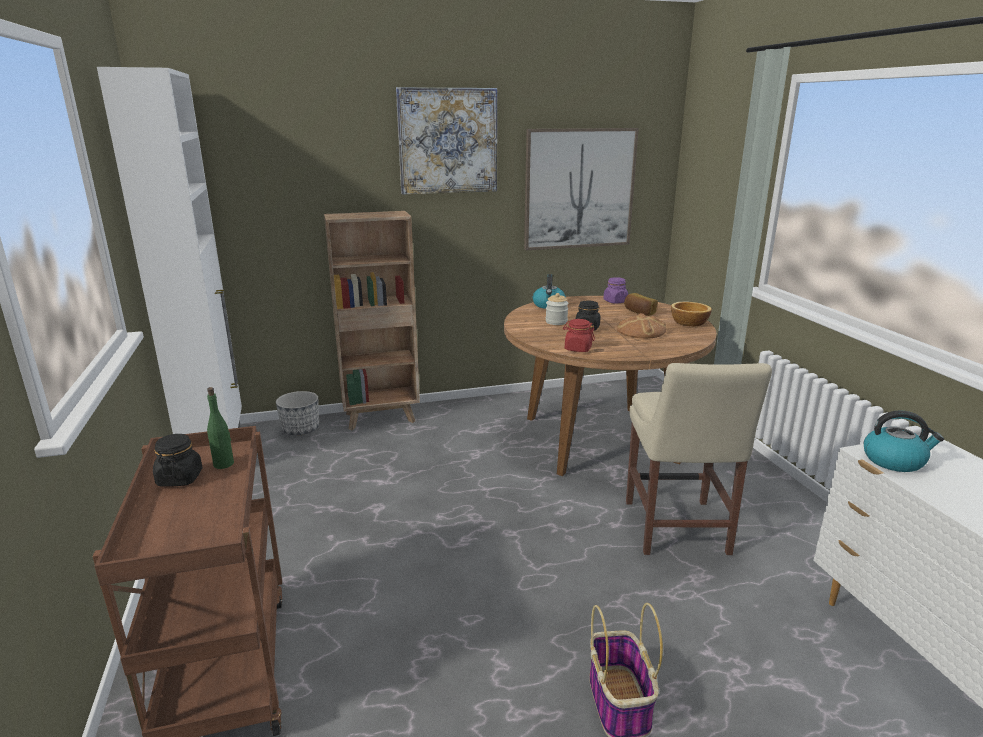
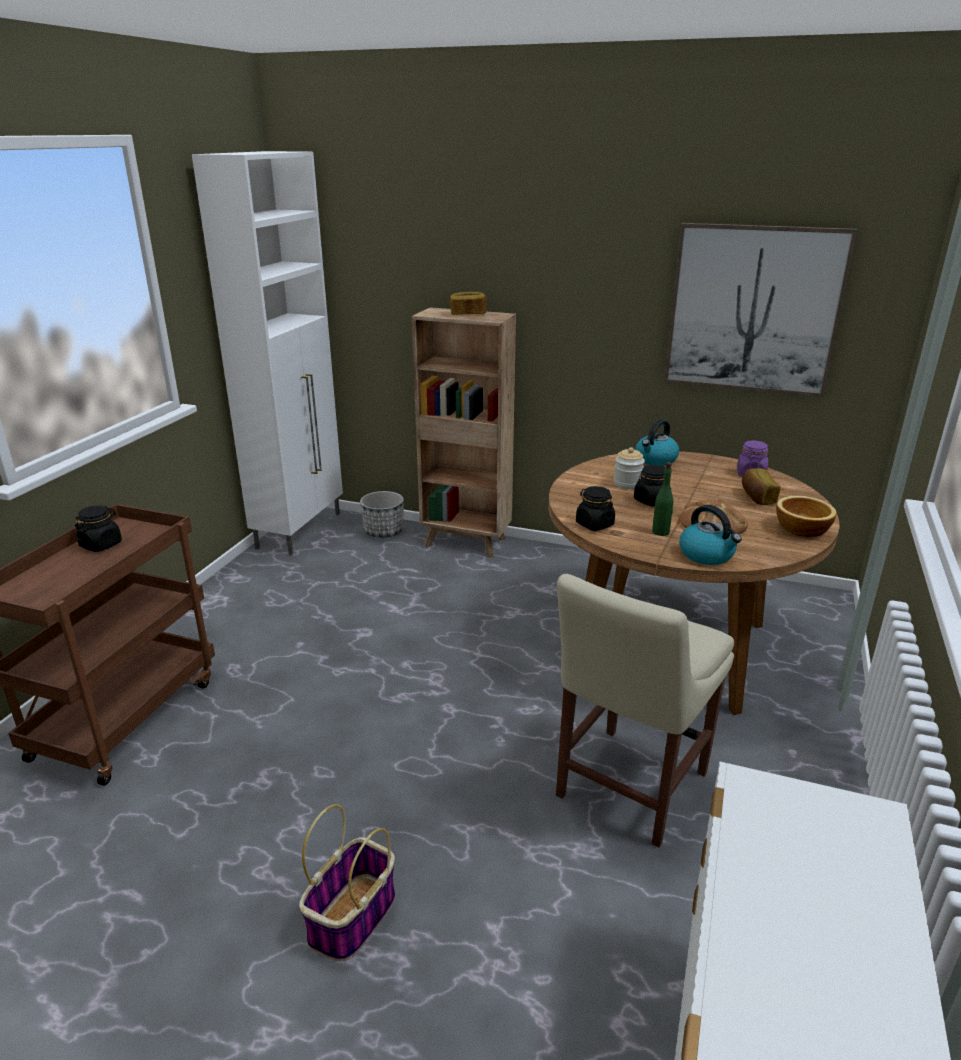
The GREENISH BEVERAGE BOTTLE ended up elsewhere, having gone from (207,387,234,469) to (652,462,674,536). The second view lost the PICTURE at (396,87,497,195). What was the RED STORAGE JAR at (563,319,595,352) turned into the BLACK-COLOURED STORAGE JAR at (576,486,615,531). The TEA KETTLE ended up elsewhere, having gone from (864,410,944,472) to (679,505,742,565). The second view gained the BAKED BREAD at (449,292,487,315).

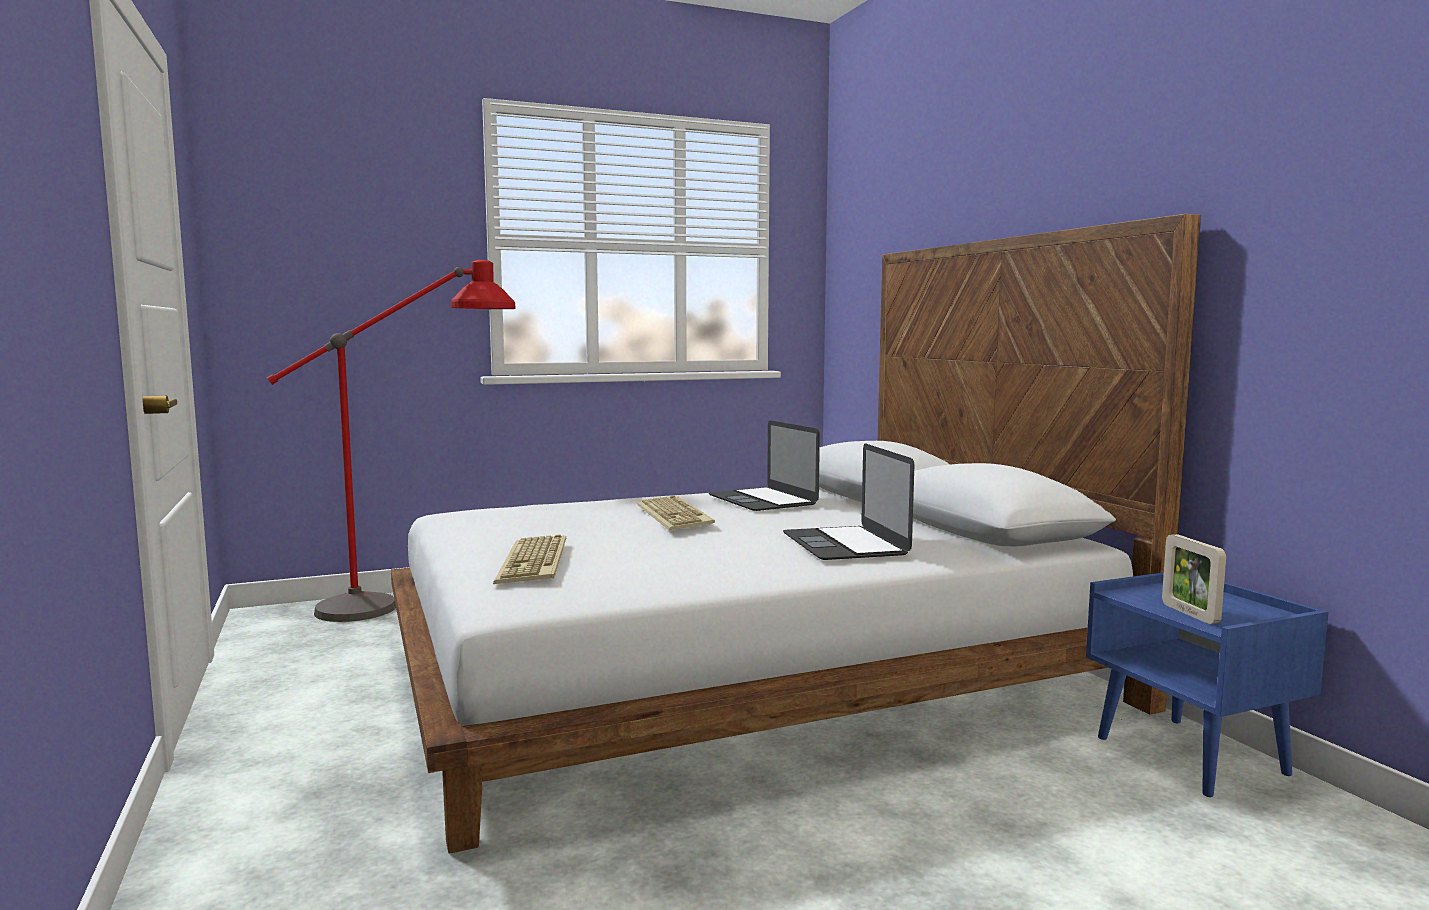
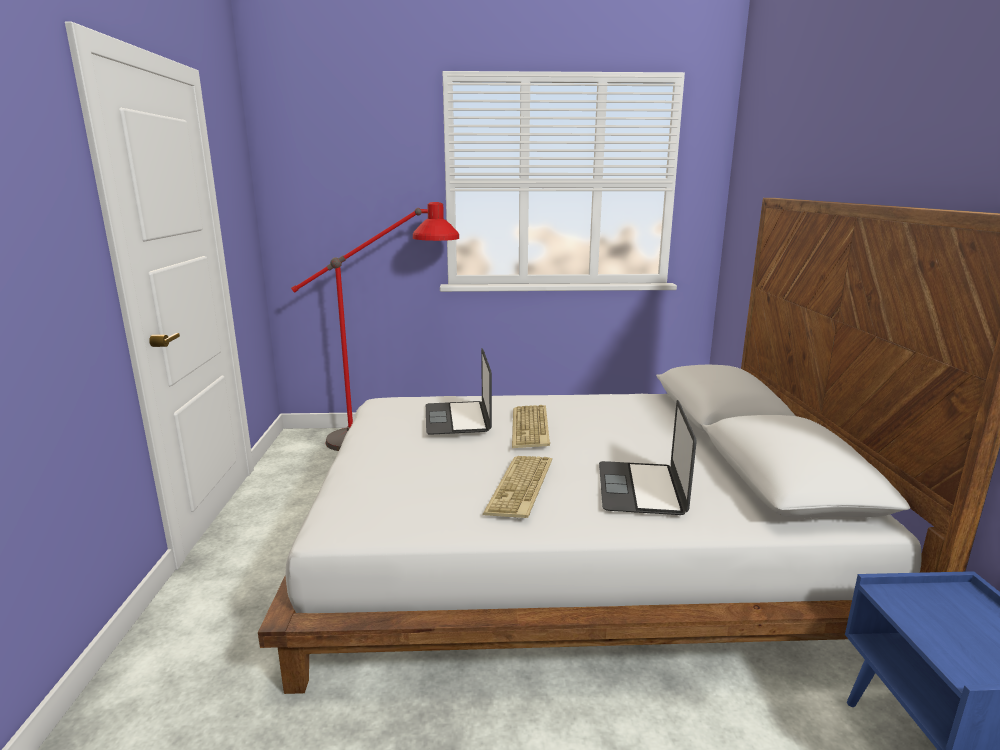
The KEYBOARD ended up elsewhere, having gone from (493,534,566,584) to (482,456,552,518). The LAPTOP ended up elsewhere, having gone from (709,420,820,511) to (426,348,492,435). The second view lost the STANDING FRAME at (1162,534,1226,624).

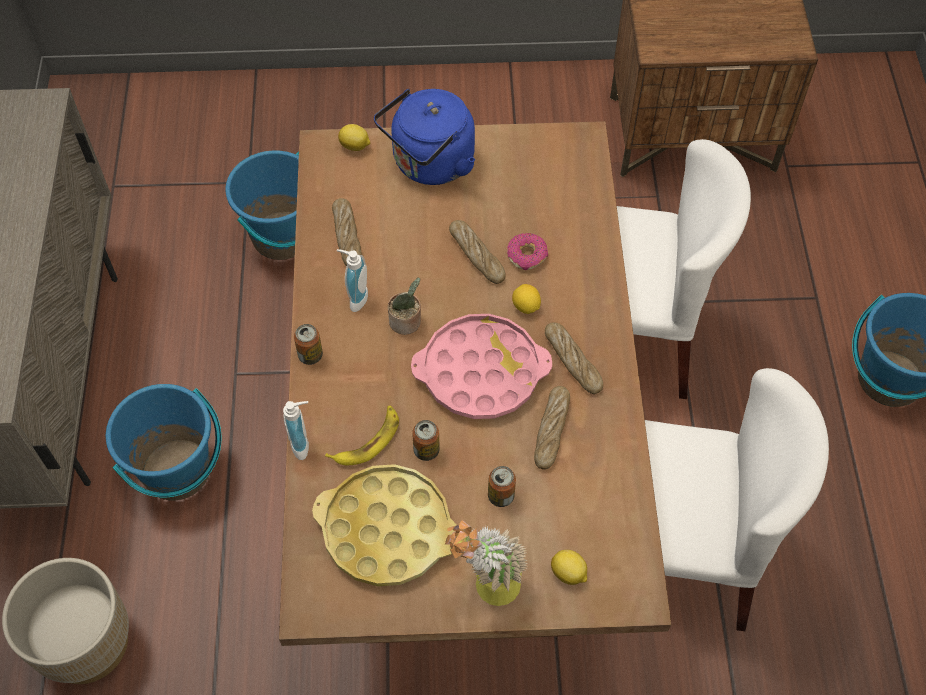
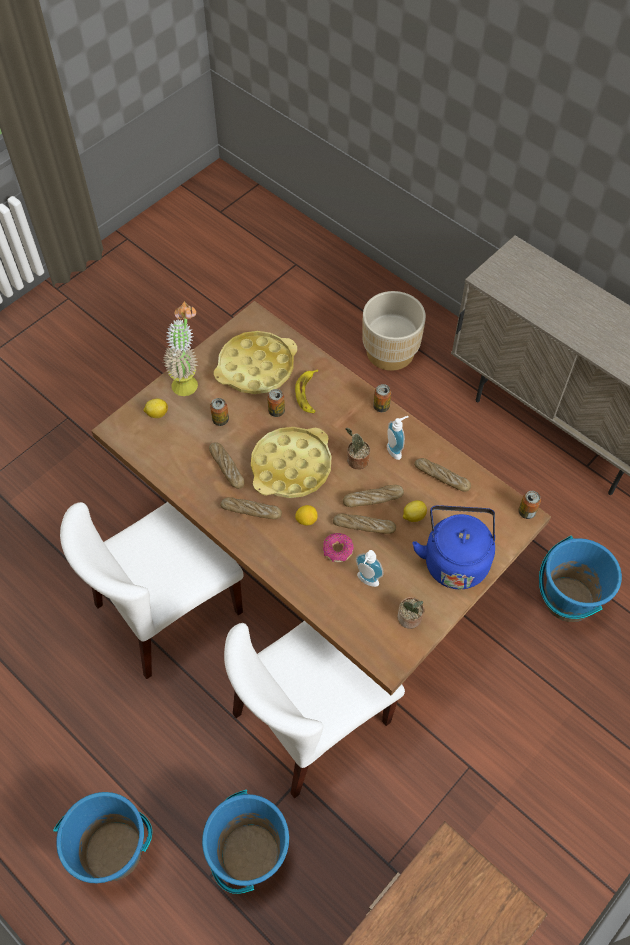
The BLUE PAIL ended up elsewhere, having gone from (106,384,221,500) to (202,790,289,894). The LIQUID SOAP BOTTLE ended up elsewhere, having gone from (283,401,309,460) to (356,550,384,587). The LEMON ended up elsewhere, having gone from (338,124,370,151) to (403,500,427,522). What was the PINK SERVING TRAY at (411,314,552,419) turned into the YELLOW SERVING TRAY at (251,427,332,498). The second view gained the BAKED BREAD at (343,485,404,507). The second view gained the HOUSEPLANT at (397,597,424,629). The second view gained the SEALED CAN at (518,491,541,519).

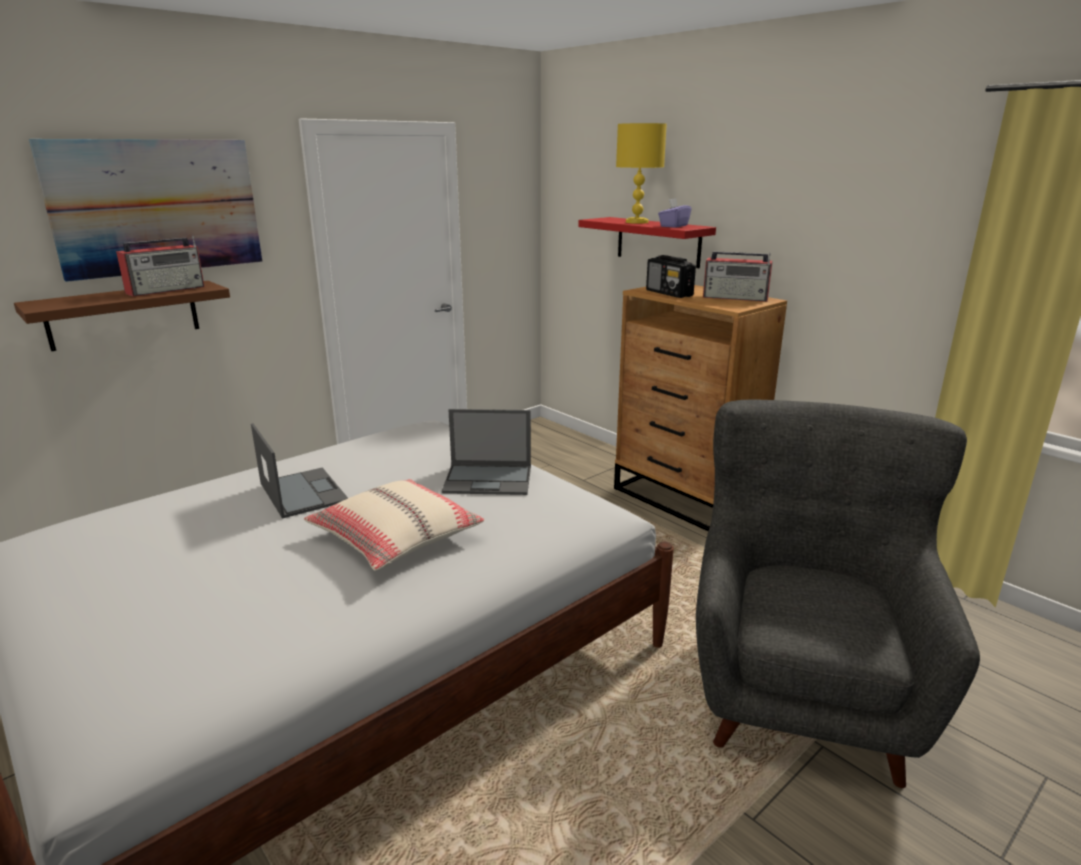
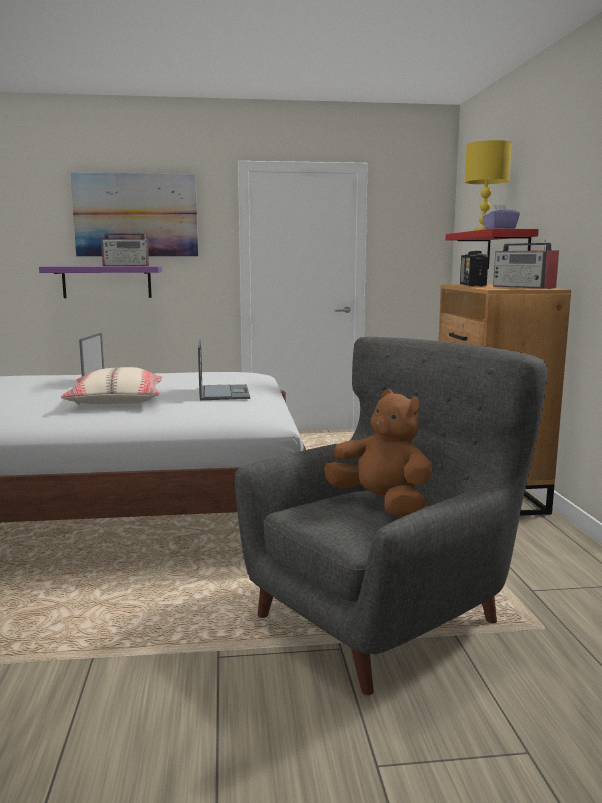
What was the BROWNISH BRACKET SHELF at (14,281,230,351) turned into the PURPLE-COLOURED BRACKET SHELF at (39,266,162,298). The LAPTOP at (442,409,531,495) ended up facing another way, 135 degrees counterclockwise from before. The second view gained the BROWNISH SOFT TOY at (324,389,433,516).

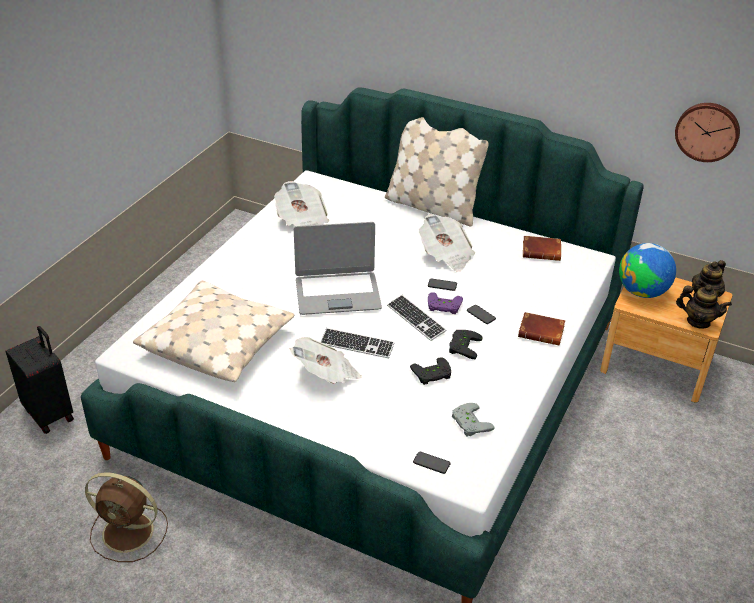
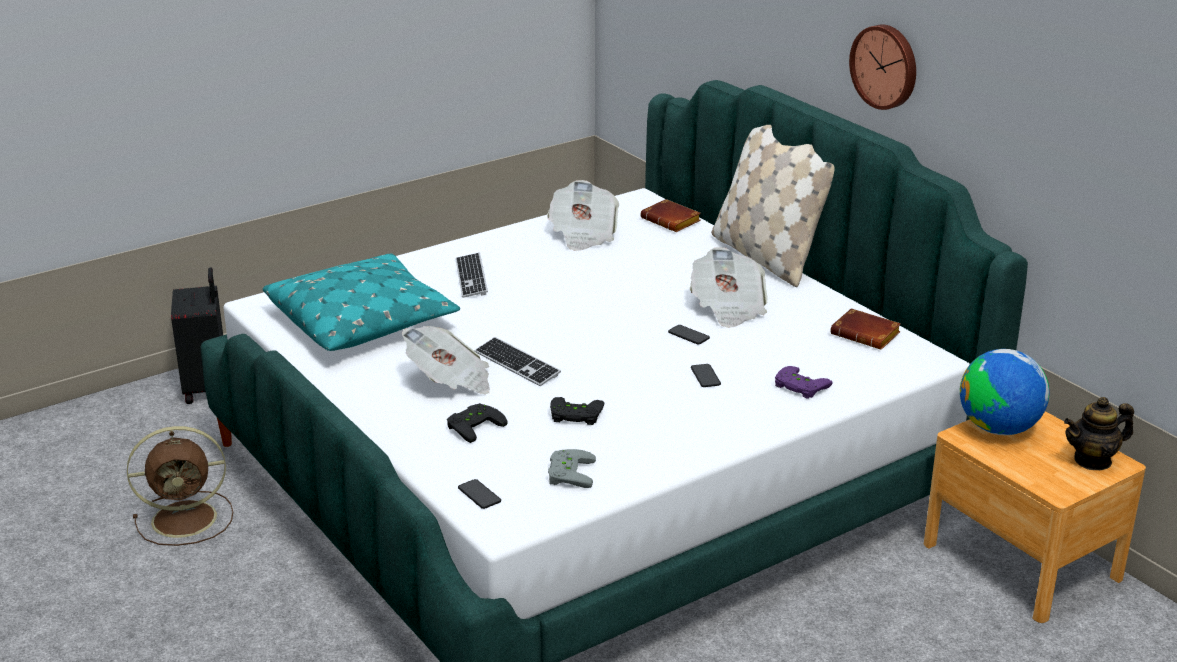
The BROWNISH COOLING FAN at (85,472,168,562) ended up facing another way, 60 degrees counterclockwise from before. What was the SAND-COLOURED PILLOW at (133,281,294,382) turned into the TURQUOISE PILLOW at (263,254,460,351). The second view lost the LAPTOP at (294,222,382,315). The KEYBOARD ended up elsewhere, having gone from (387,295,447,341) to (455,253,488,298). The PURPLE-COLOURED JOYPAD ended up elsewhere, having gone from (428,292,463,314) to (775,366,832,399). The BLACK-COLOURED JOYPAD ended up elsewhere, having gone from (449,330,483,359) to (447,403,508,443). The BROWNISH BOOK ended up elsewhere, having gone from (518,312,565,345) to (641,199,701,232). The WALL CLOCK ended up elsewhere, having gone from (675,103,740,162) to (849,25,916,110). The second view lost the TEAPOT at (676,285,732,329).

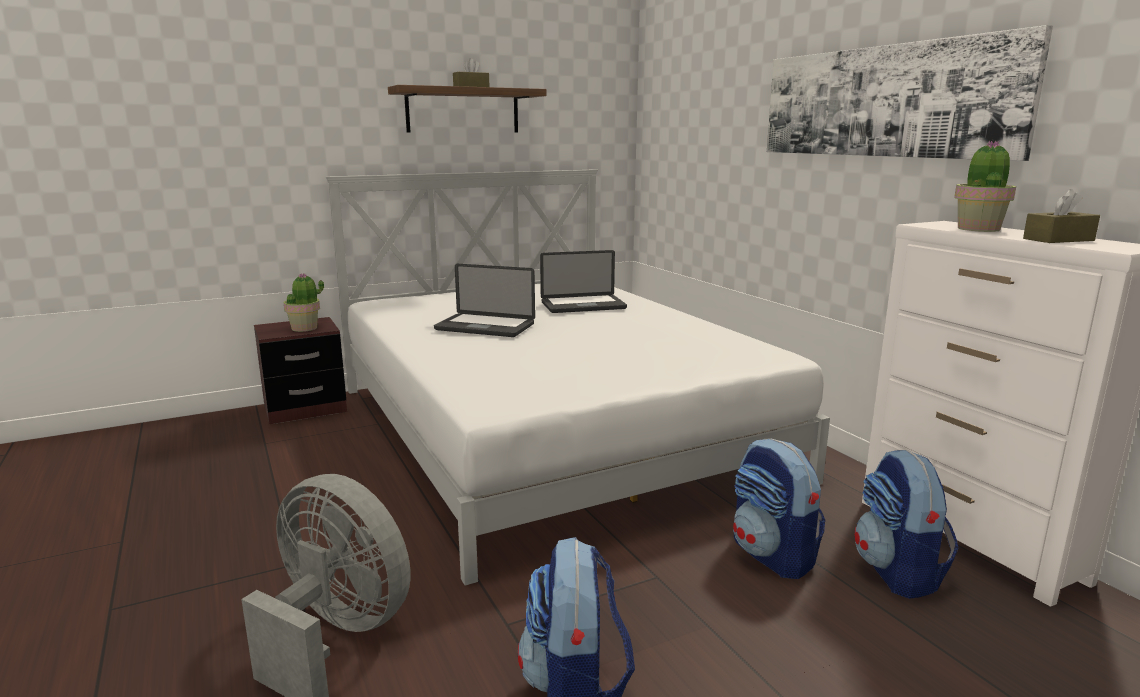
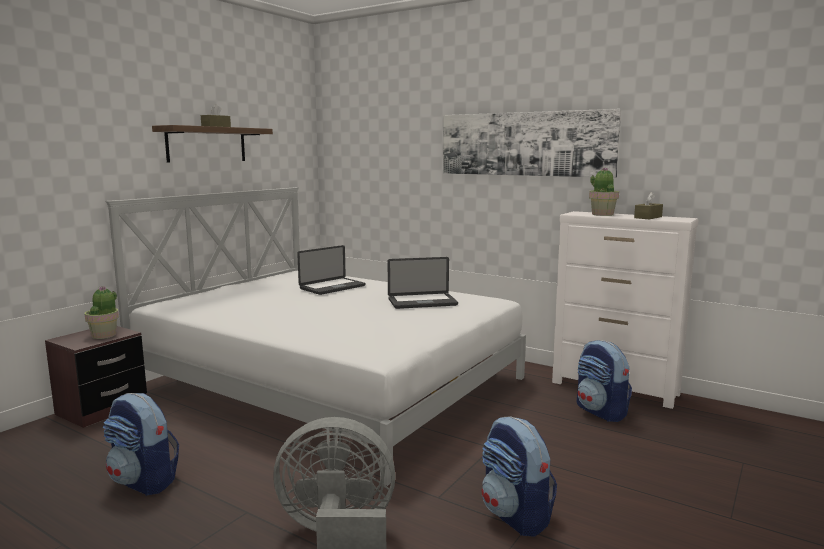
The LAPTOP ended up elsewhere, having gone from (434,264,535,337) to (388,257,458,309). The KNAPSACK ended up elsewhere, having gone from (733,438,825,579) to (102,393,179,496).

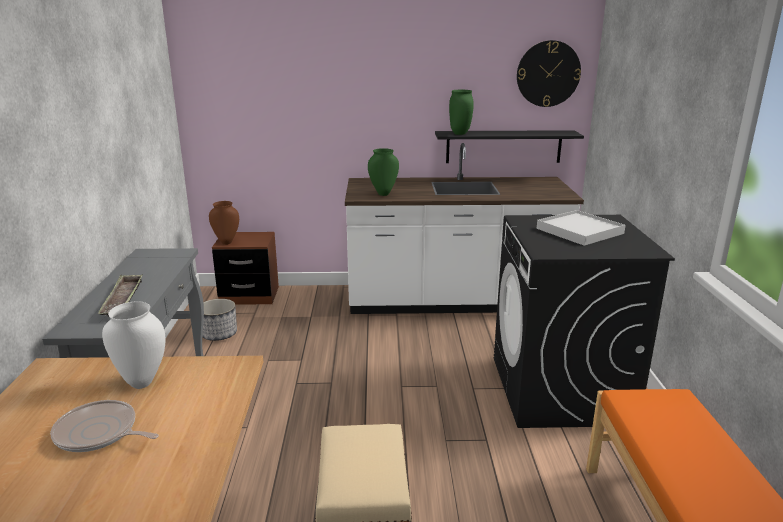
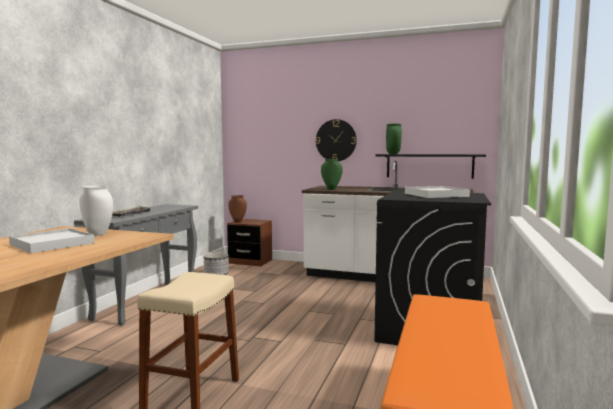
Where the FRYING PAN stood at (50,400,159,452), the WHITE SERVING TRAY came to stand at (9,228,94,253). The WALL CLOCK ended up elsewhere, having gone from (517,40,581,107) to (316,119,357,161).

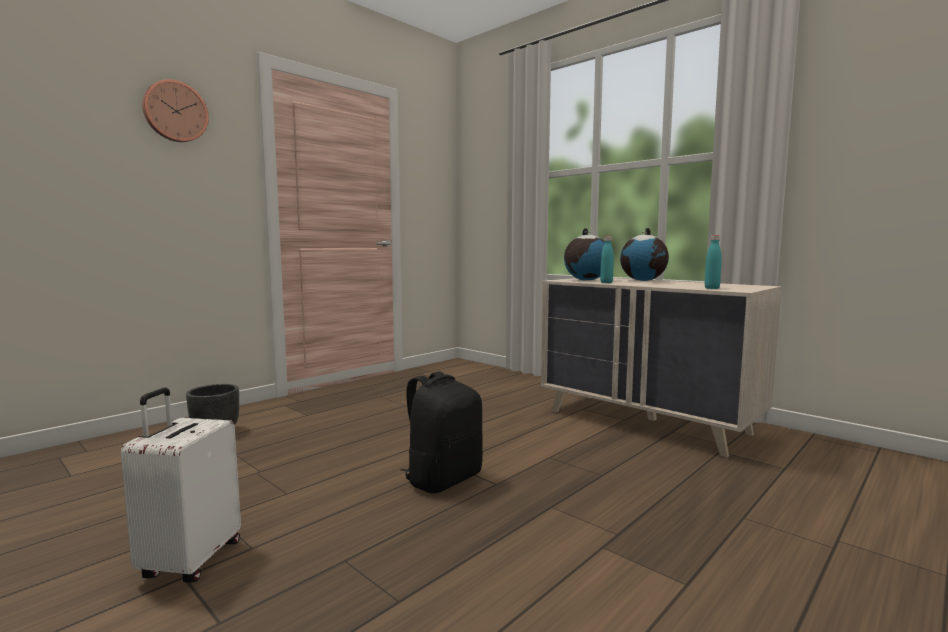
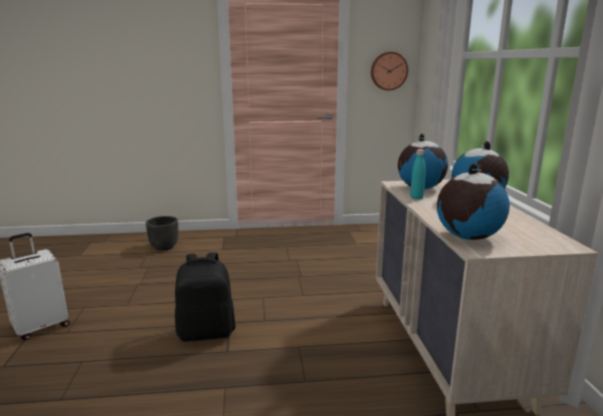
The WALL CLOCK ended up elsewhere, having gone from (142,79,209,142) to (371,52,408,91). Where the TURQUOISE BEVERAGE BOTTLE stood at (705,235,722,289), the GLOBE came to stand at (437,164,510,240).

